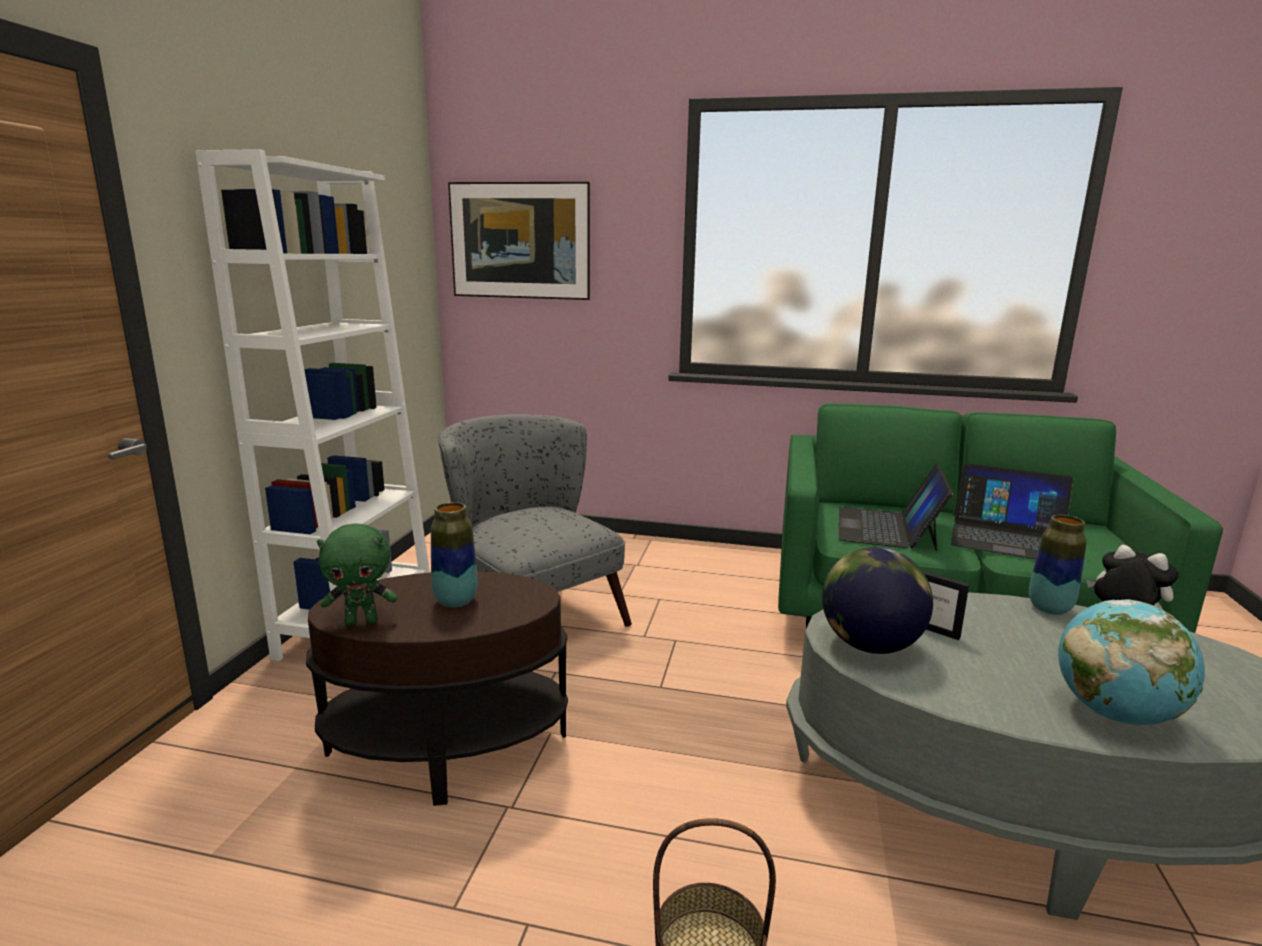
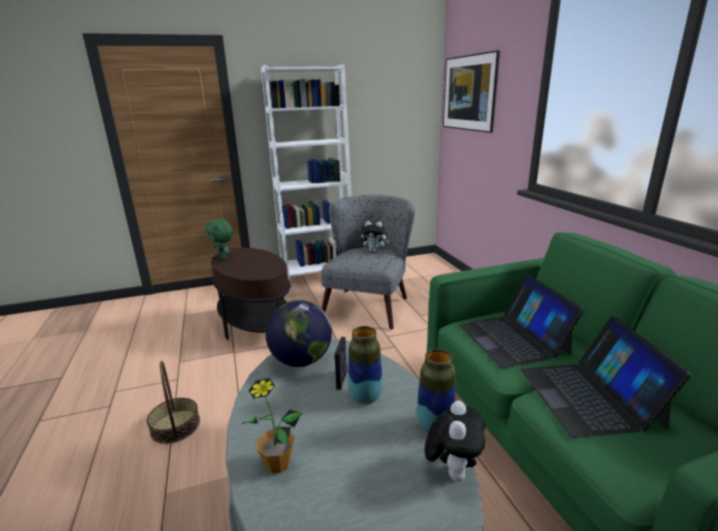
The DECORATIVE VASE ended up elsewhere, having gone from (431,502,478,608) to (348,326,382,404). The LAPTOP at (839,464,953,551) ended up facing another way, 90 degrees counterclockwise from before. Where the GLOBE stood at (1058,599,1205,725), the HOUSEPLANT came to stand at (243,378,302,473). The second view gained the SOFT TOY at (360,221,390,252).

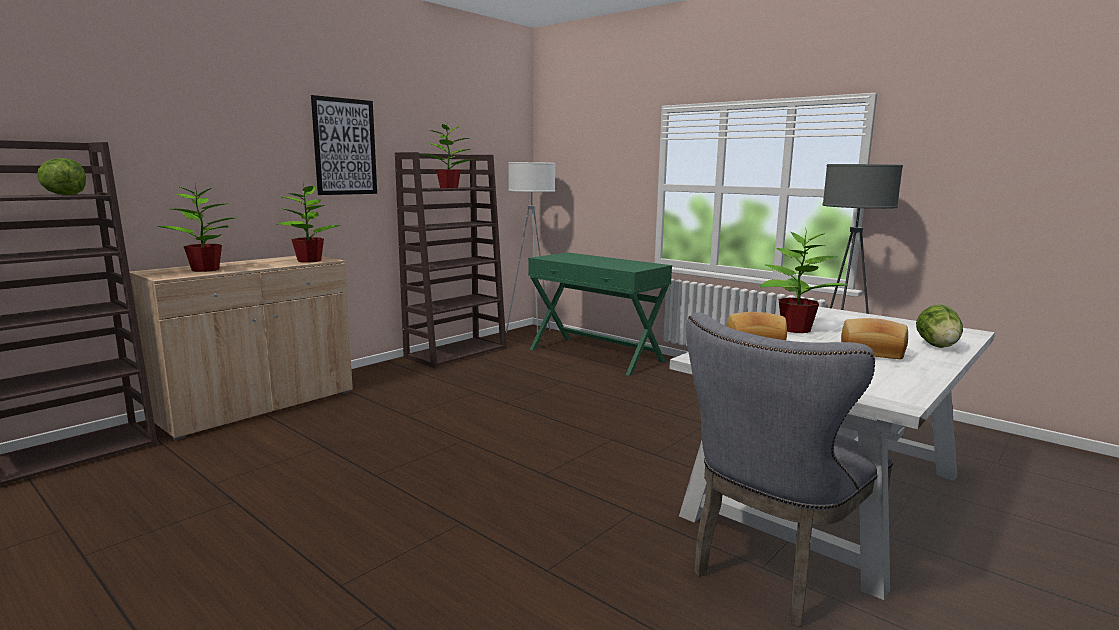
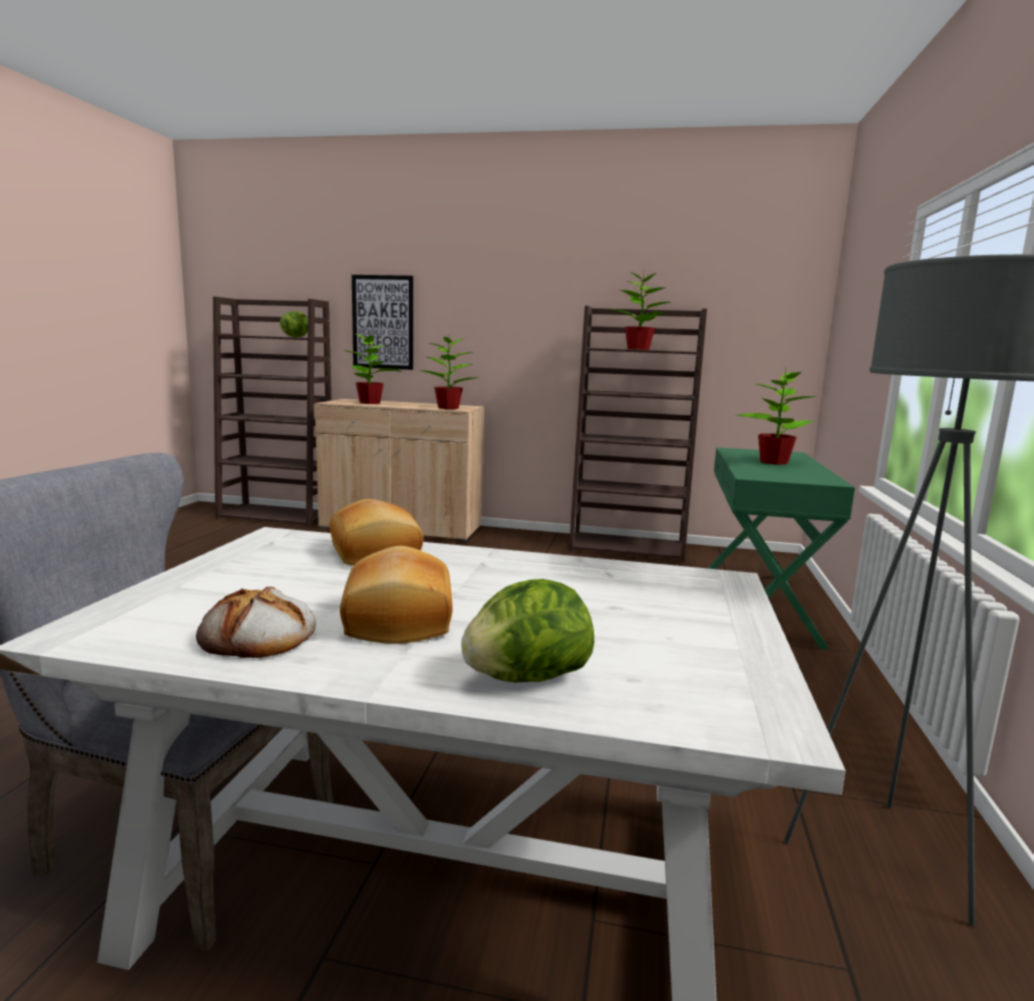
The PICTURE ended up elsewhere, having gone from (311,95,377,195) to (352,275,413,370). The second view lost the WHITE STANDING LAMP at (506,162,555,333). The HOUSEPLANT ended up elsewhere, having gone from (760,232,848,333) to (736,370,816,465). The second view gained the BAKED BREAD at (196,587,316,658).

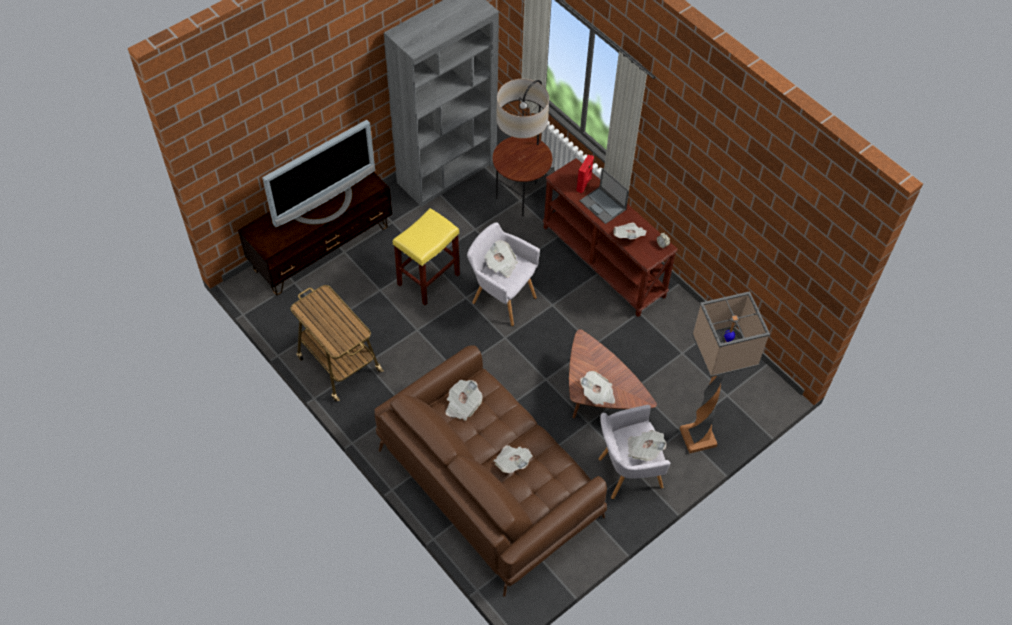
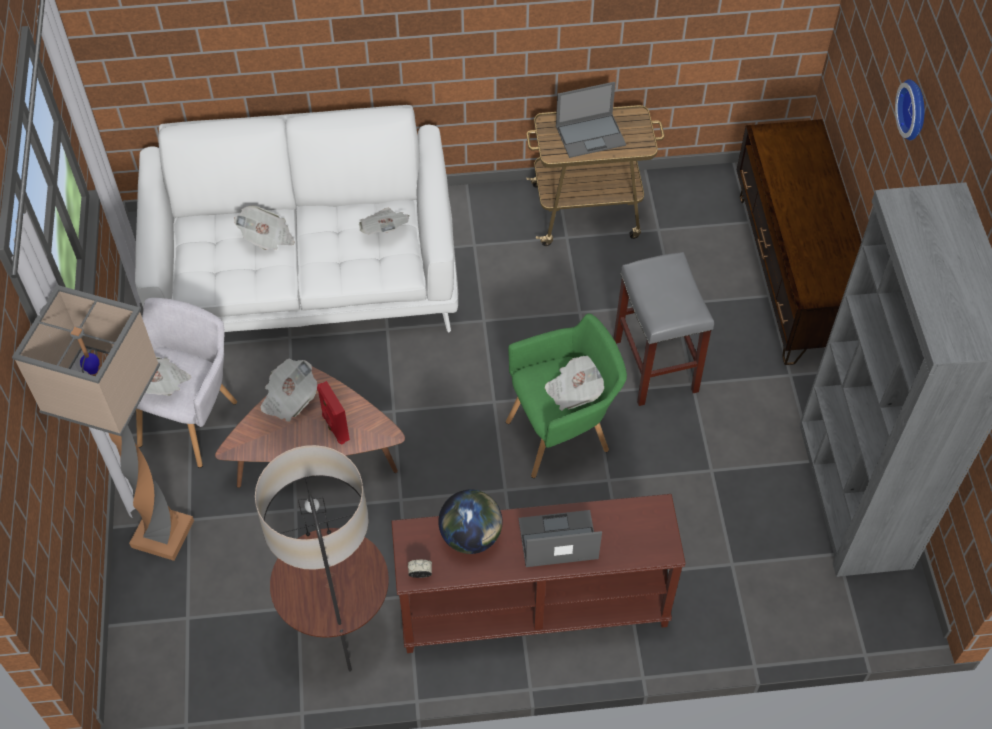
The second view lost the TELEVISION at (262,120,375,227). What was the BROWNISH SETTEE at (374,345,607,597) turned into the WHITE SETTEE at (135,105,458,332). What was the YELLOW STOOL SEAT at (393,208,460,305) turned into the GREYISH STOOL SEAT at (613,252,714,406). What was the GREYISH EASY CHAIR at (467,222,540,326) turned into the GREENISH EASY CHAIR at (506,313,627,478). The STANDING LAMP ended up elsewhere, having gone from (493,79,552,217) to (255,445,389,672). The RED LOUDSPEAKER ended up elsewhere, having gone from (577,154,594,193) to (317,381,350,445). Where the NEWSPAPER stood at (613,222,647,240), the GLOBE came to stand at (438,489,503,554). The second view gained the LAPTOP at (556,82,626,158). The second view gained the WALL CLOCK at (895,79,924,140).

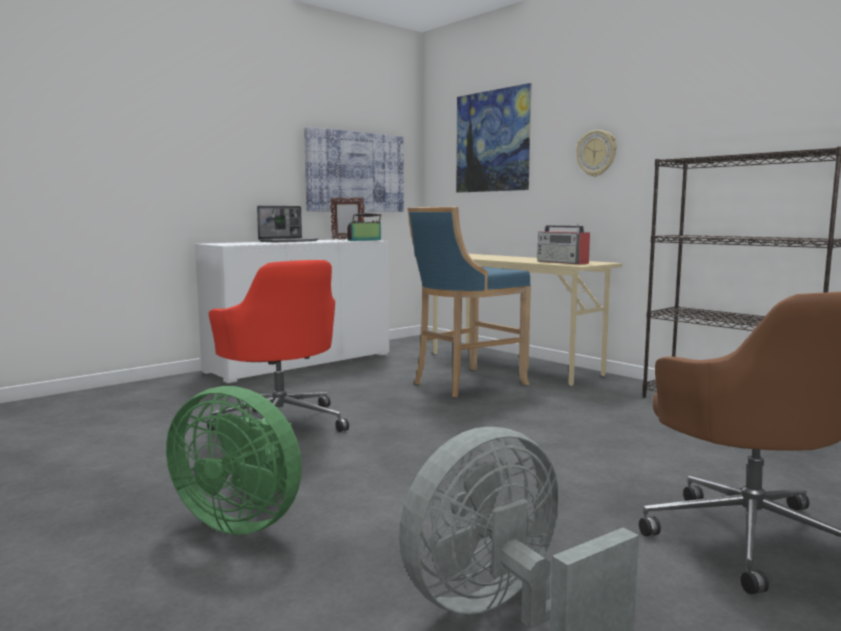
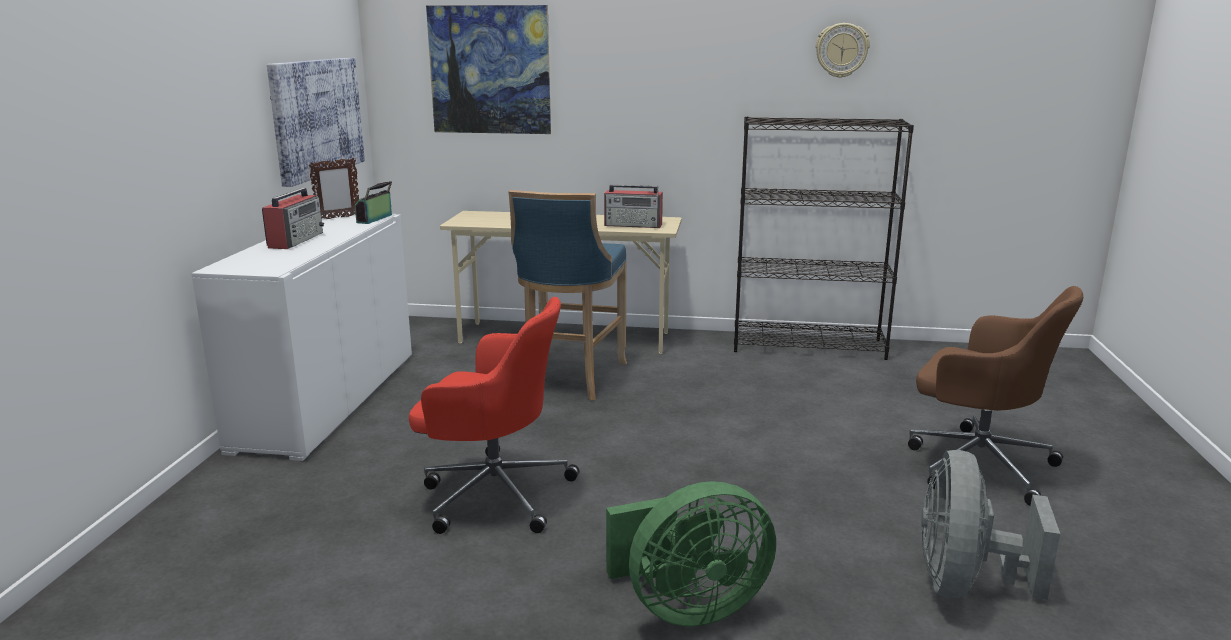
Where the LAPTOP stood at (257,206,319,243), the RADIO RECEIVER came to stand at (262,185,324,249). The WALL CLOCK ended up elsewhere, having gone from (576,130,616,177) to (816,23,870,78).

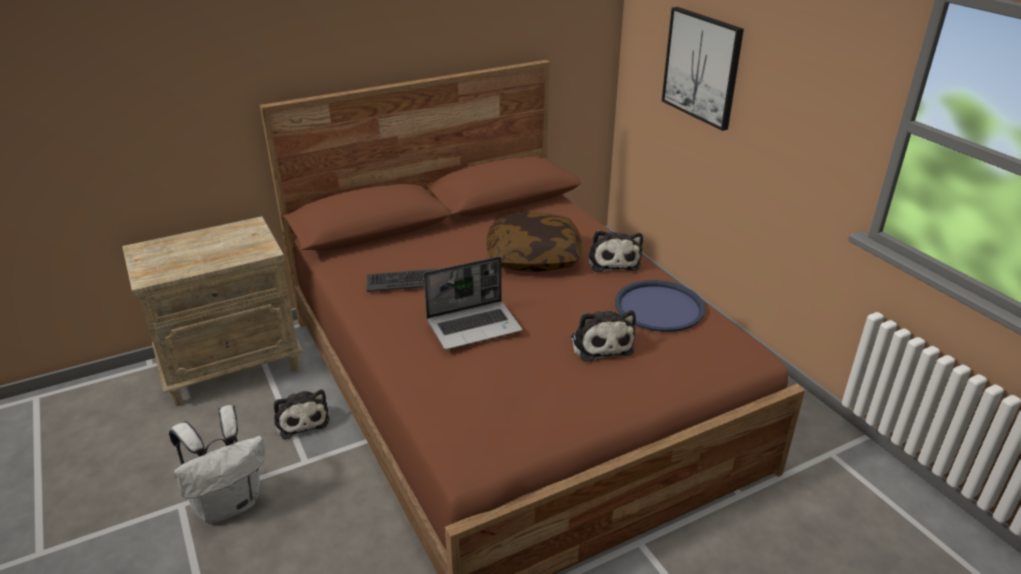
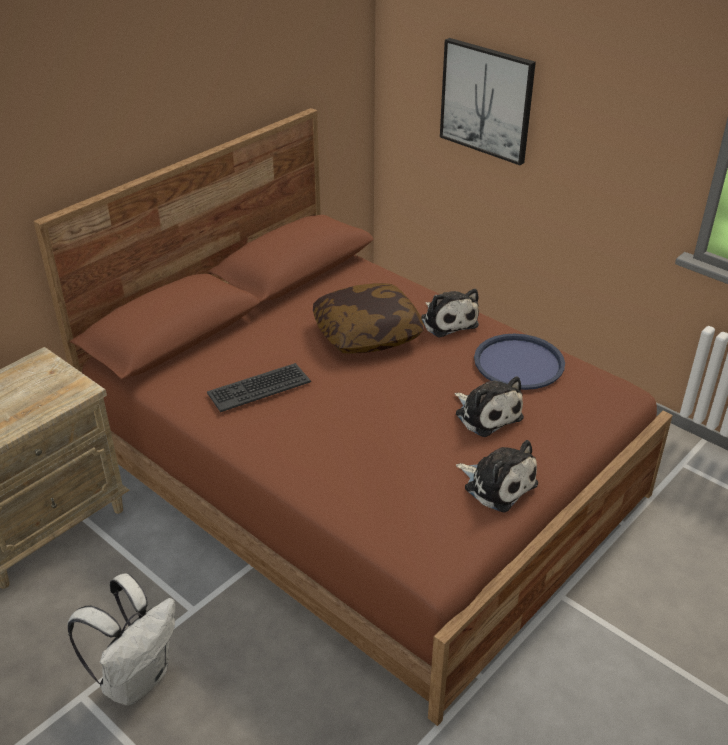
The SOFT TOY ended up elsewhere, having gone from (274,389,330,440) to (456,440,538,513). The second view lost the LAPTOP at (424,256,522,350).

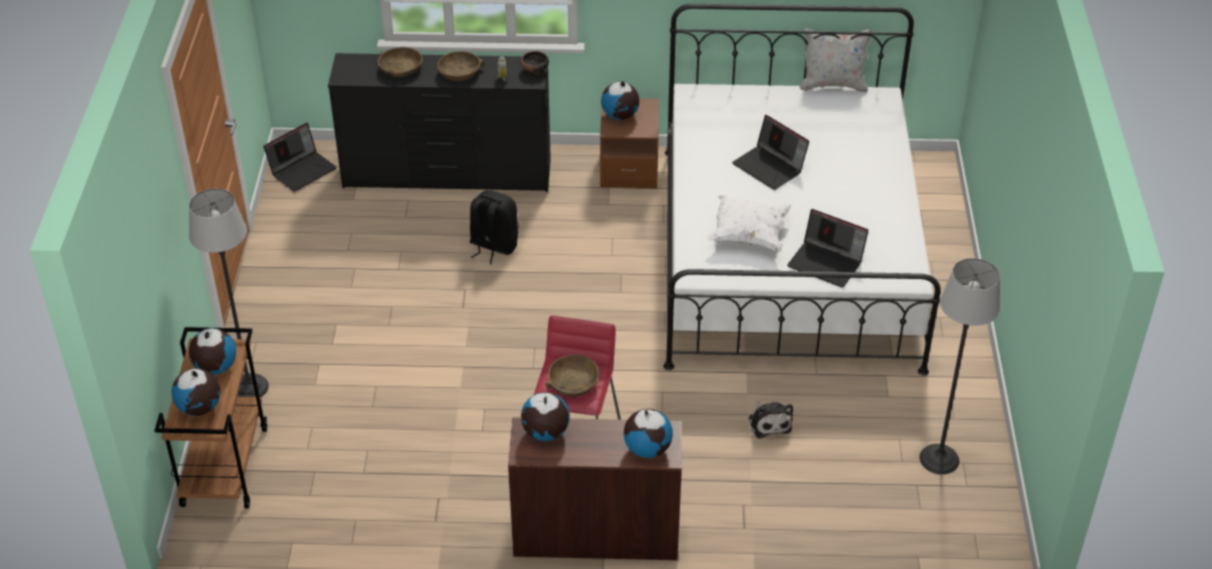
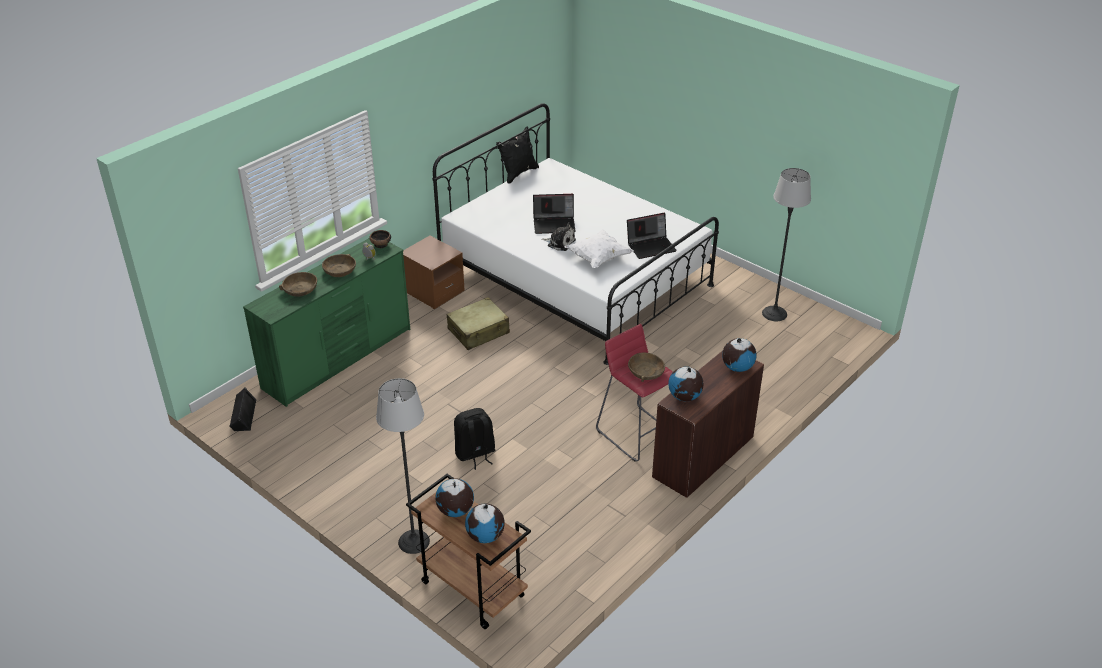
Where the LAPTOP stood at (263,123,337,192), the BLACK-COLOURED LOUDSPEAKER came to stand at (229,387,257,431). What was the BLACK-COLOURED CHEST OF DRAWERS at (328,53,551,192) turned into the GREENISH CHEST OF DRAWERS at (243,238,410,407). The BLACK-COLOURED KNAPSACK ended up elsewhere, having gone from (470,190,518,264) to (454,408,495,470). The second view lost the GLOBE at (601,81,640,120). The SOFT TOY ended up elsewhere, having gone from (749,402,793,439) to (541,222,576,251). What was the WHITE PILLOW at (800,28,872,93) turned into the BLACK-COLOURED PILLOW at (496,126,539,184). The second view gained the SAND-COLOURED TRAVEL CASE at (447,297,510,350).

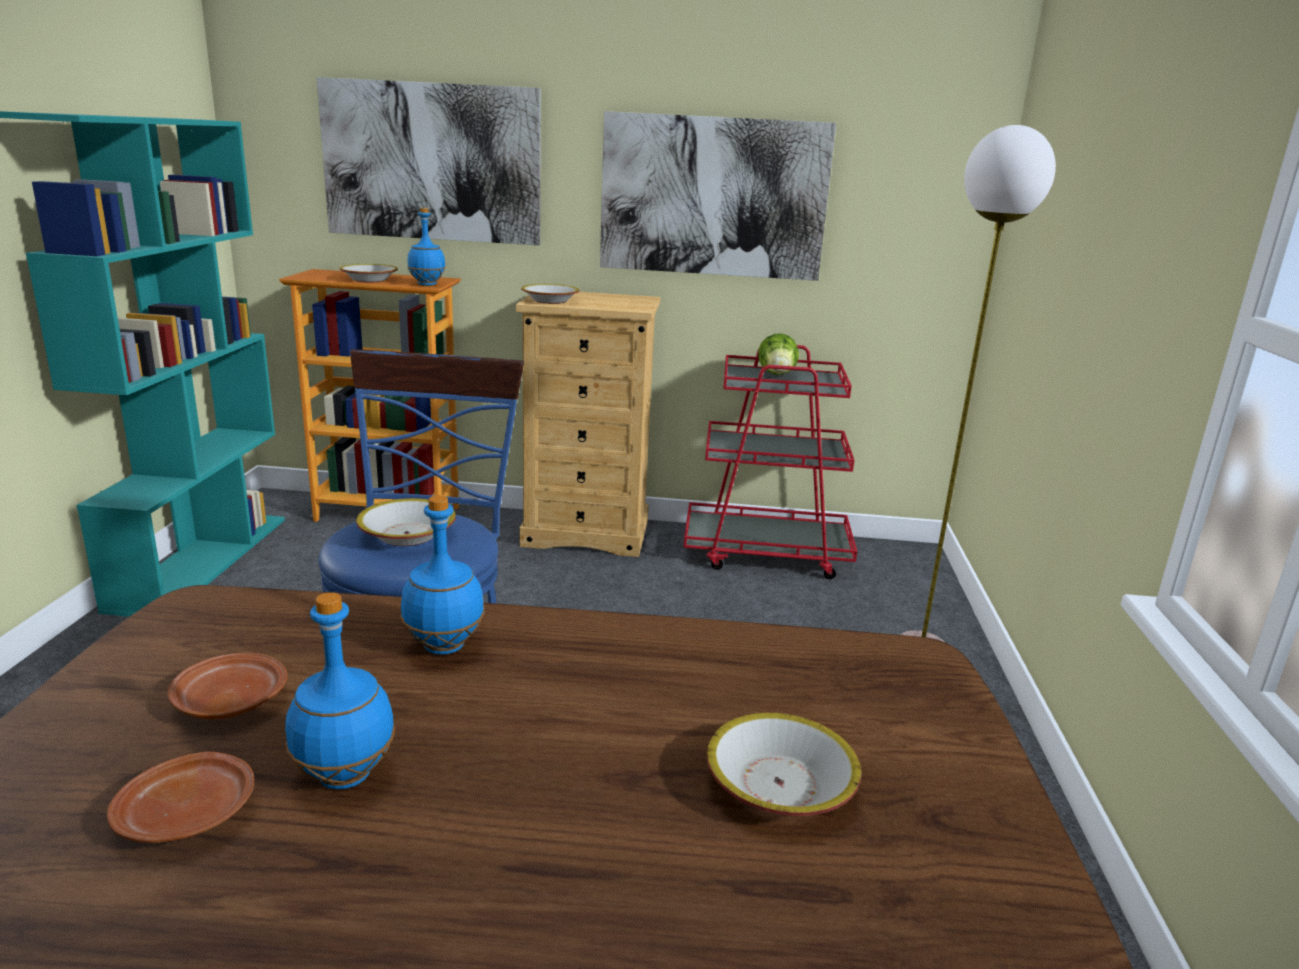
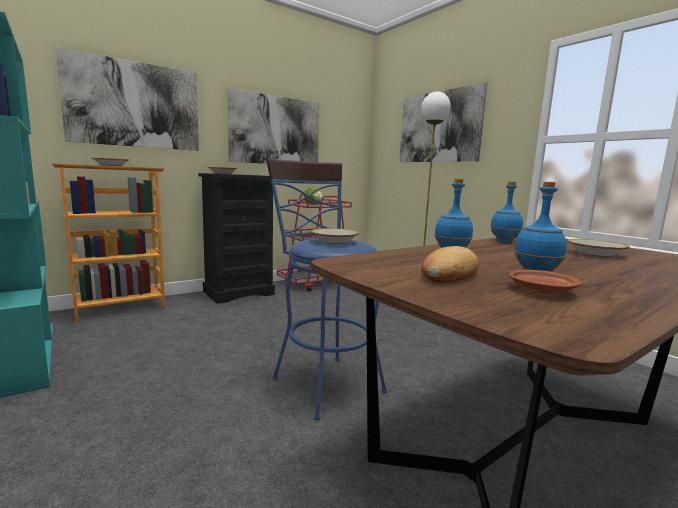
Where the BROWNISH FLAT DISH stood at (167,653,288,719), the BAKED BREAD came to stand at (421,246,479,282). The BLUE BEVERAGE BOTTLE ended up elsewhere, having gone from (407,208,446,286) to (490,182,523,243). What was the SAND-COLOURED CHEST OF DRAWERS at (516,292,660,557) turned into the BLACK-COLOURED CHEST OF DRAWERS at (198,173,275,304). The second view gained the PICTURE at (399,82,487,162).

